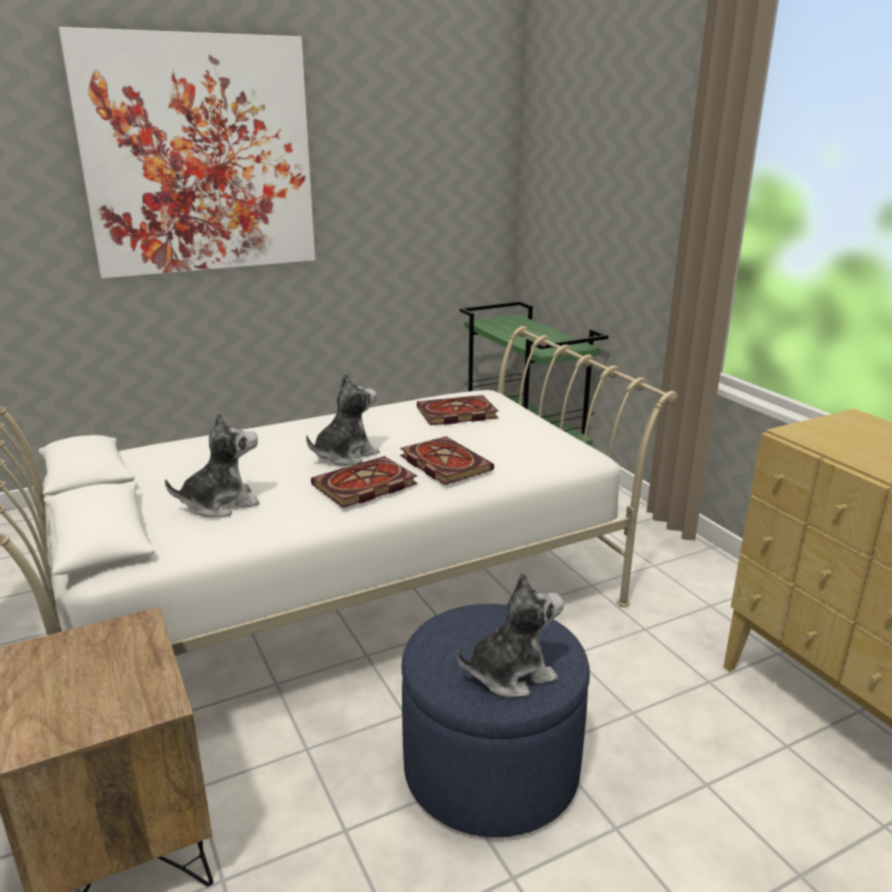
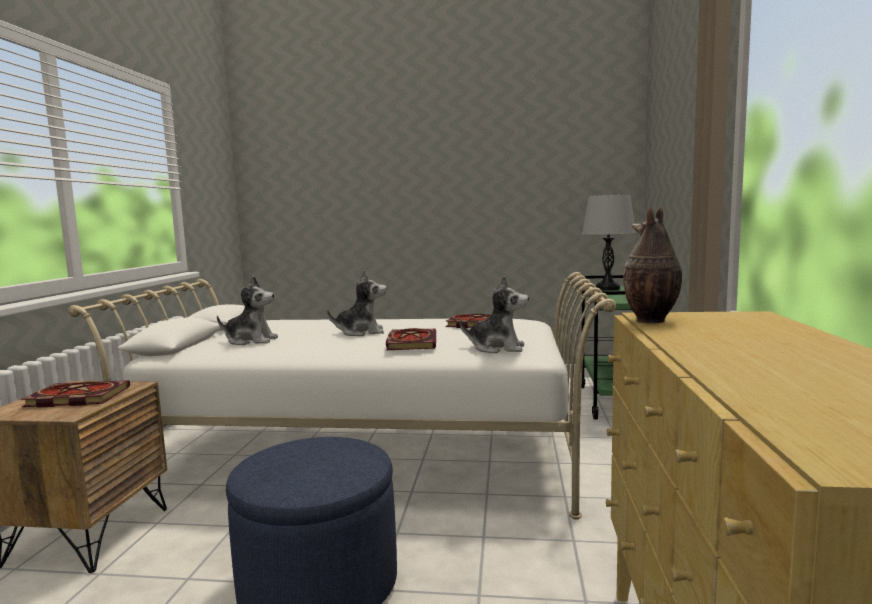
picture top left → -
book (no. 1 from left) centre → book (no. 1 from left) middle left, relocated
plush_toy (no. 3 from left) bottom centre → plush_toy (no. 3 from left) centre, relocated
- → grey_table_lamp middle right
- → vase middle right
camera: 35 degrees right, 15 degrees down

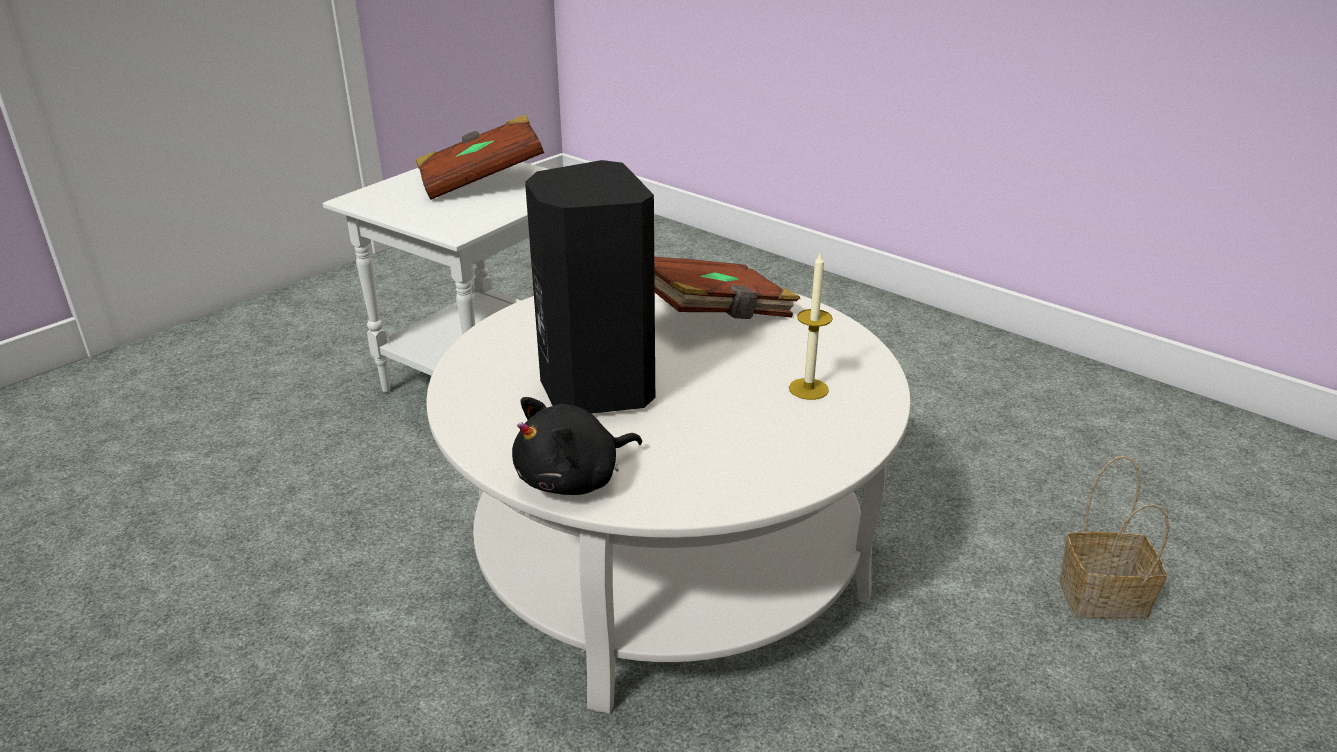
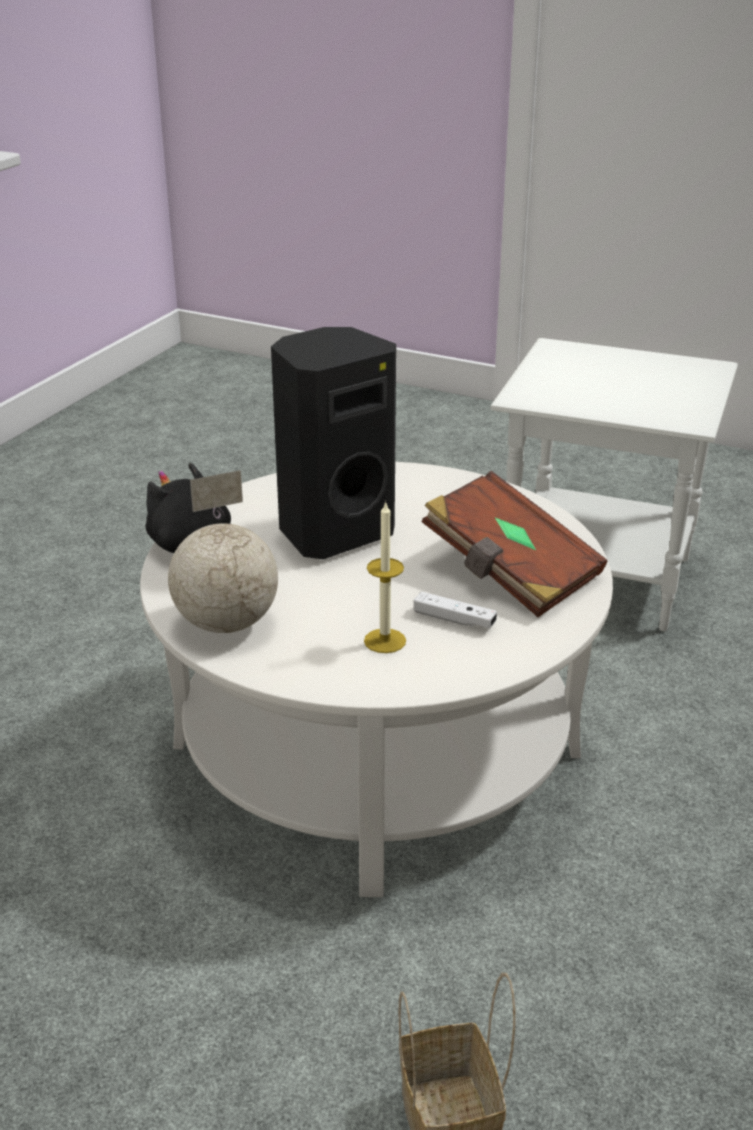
brown_book (no. 1 from left) top centre → -
- → globe middle left
- → white_game_controller centre
camera: 75 degrees right, 0 degrees up

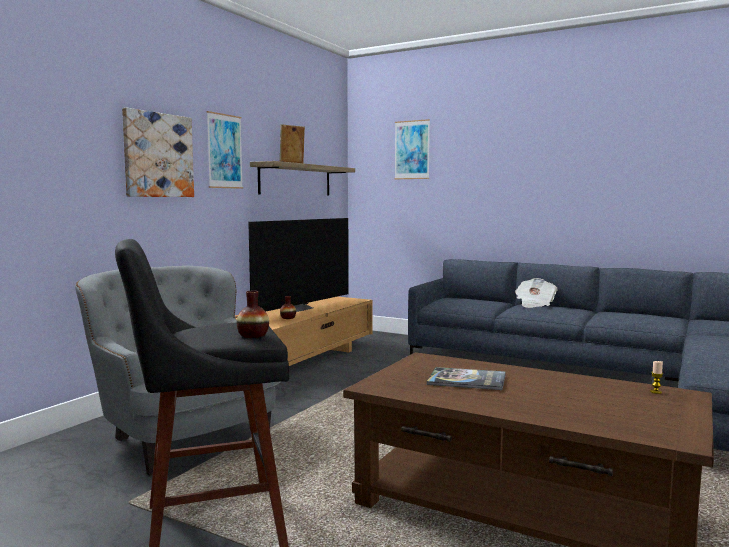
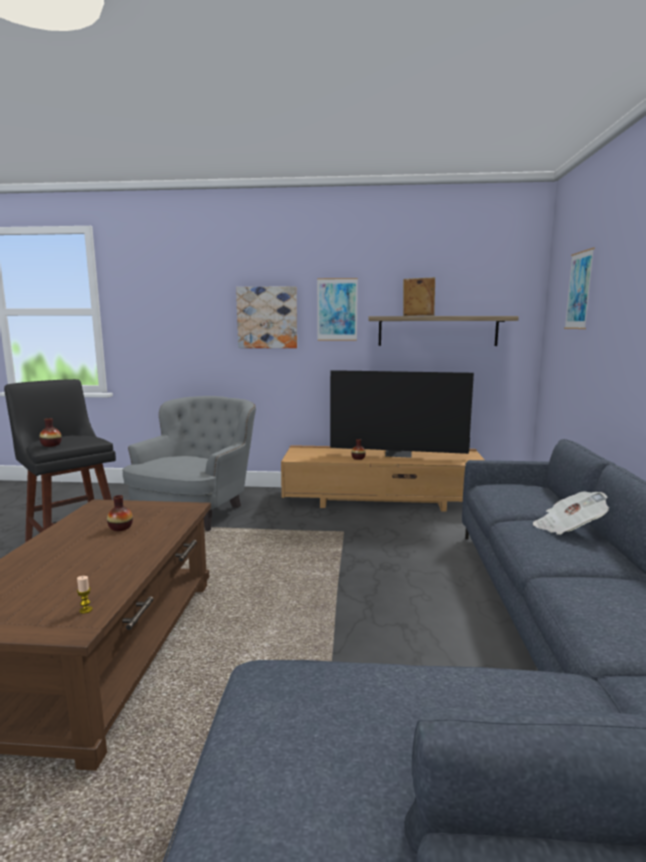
book bottom centre → vase (no. 2 from left) middle left
camera: 65 degrees right, 5 degrees up

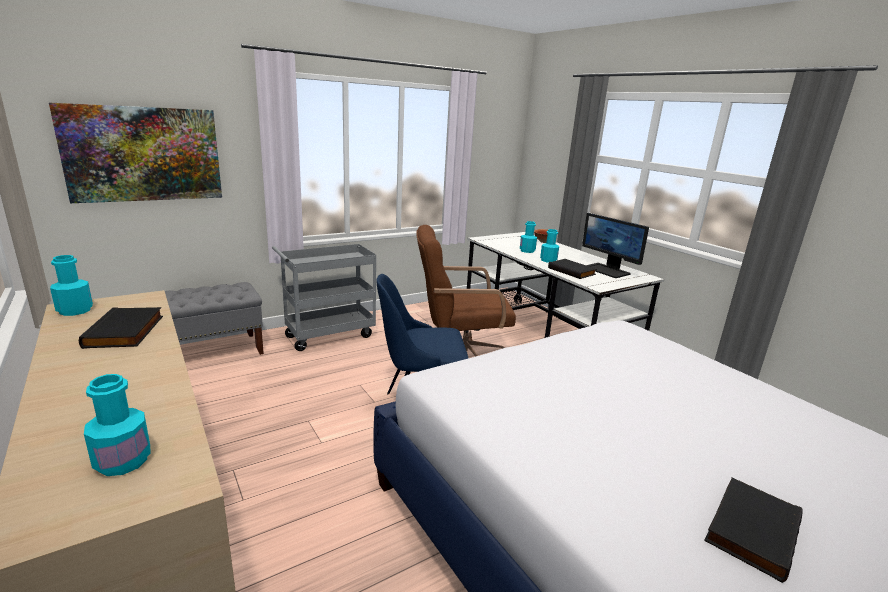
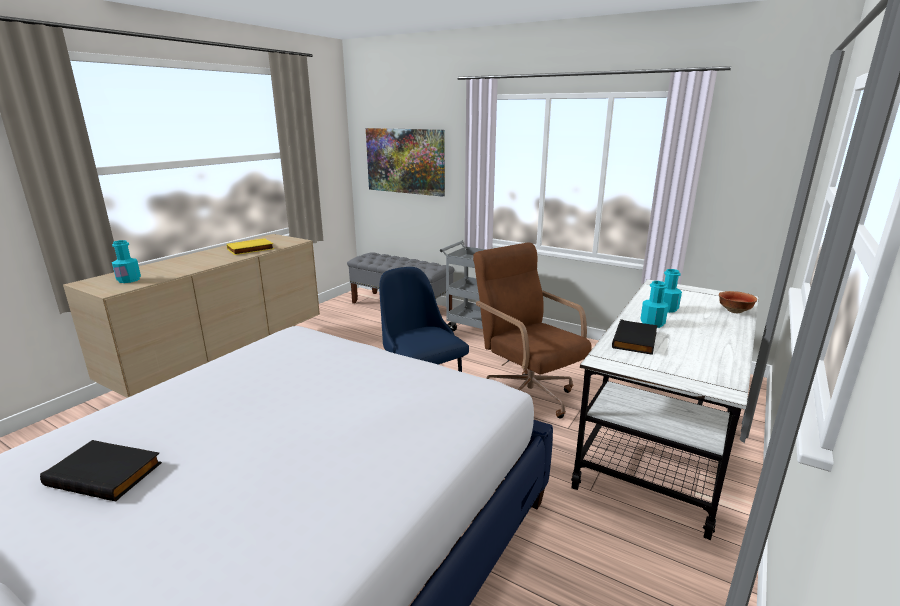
turquoise_bottle (no. 1 from left) middle left → -
black_book (no. 1 from left) middle left → yellow_book middle left
monitor middle right → -
camera: 65 degrees right, 0 degrees up

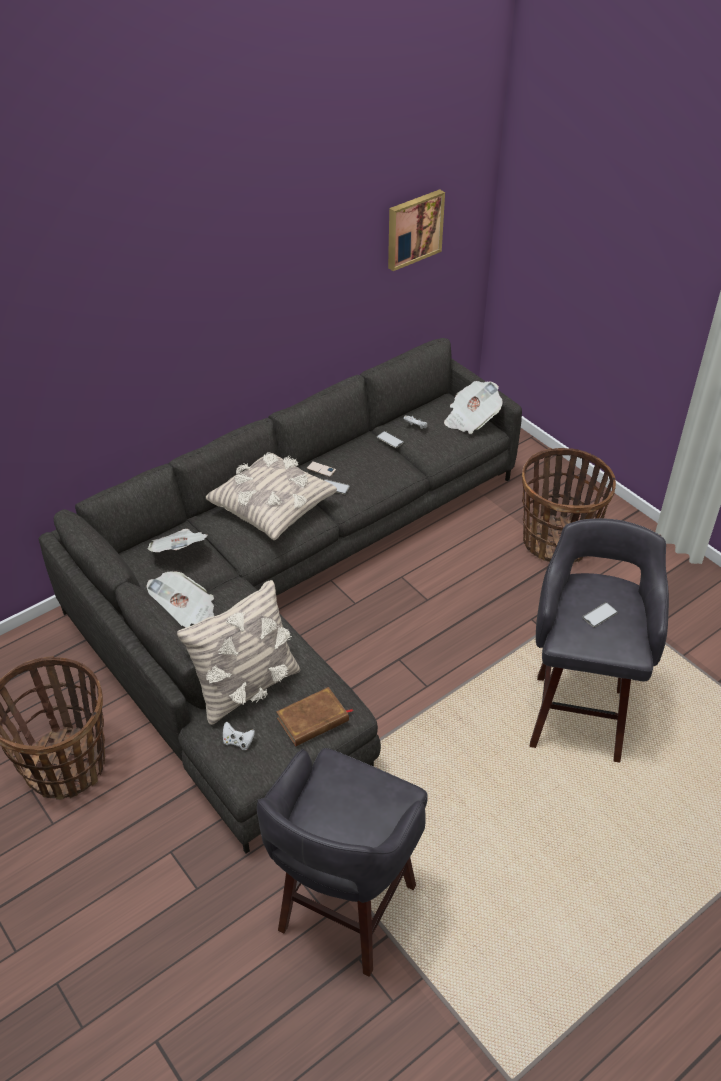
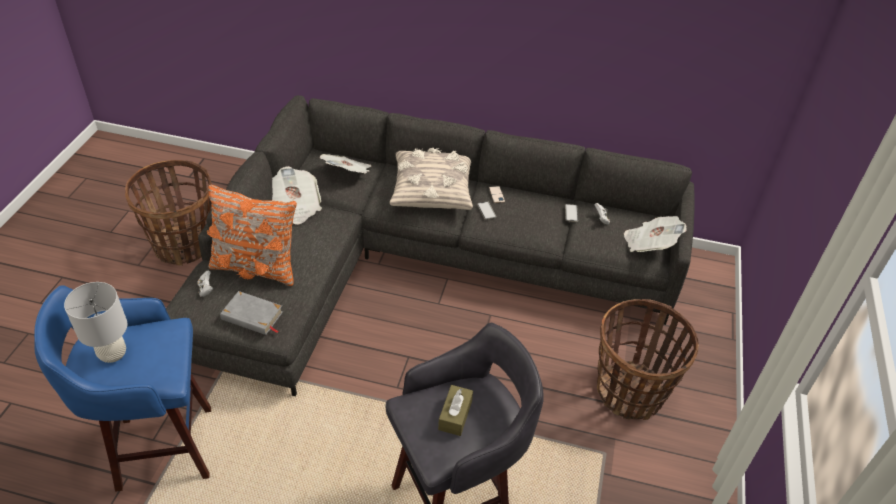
beige_pillow (no. 1 from left) middle left → orange_pillow middle left
grey_stool (no. 1 from left) bottom centre → blue_stool bottom left
brown_book centre → grey_book middle left
picture top centre → -
phone (no. 4 from left) middle right → brown_tissue_box bottom centre
- → grey_table_lamp middle left
camera: 50 degrees right, 0 degrees up

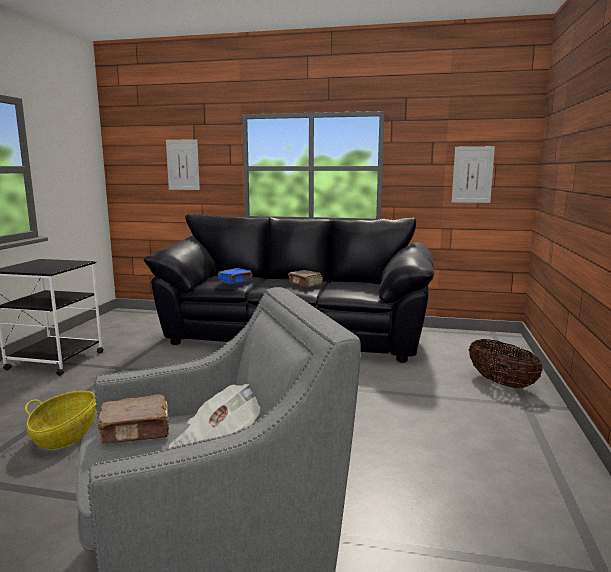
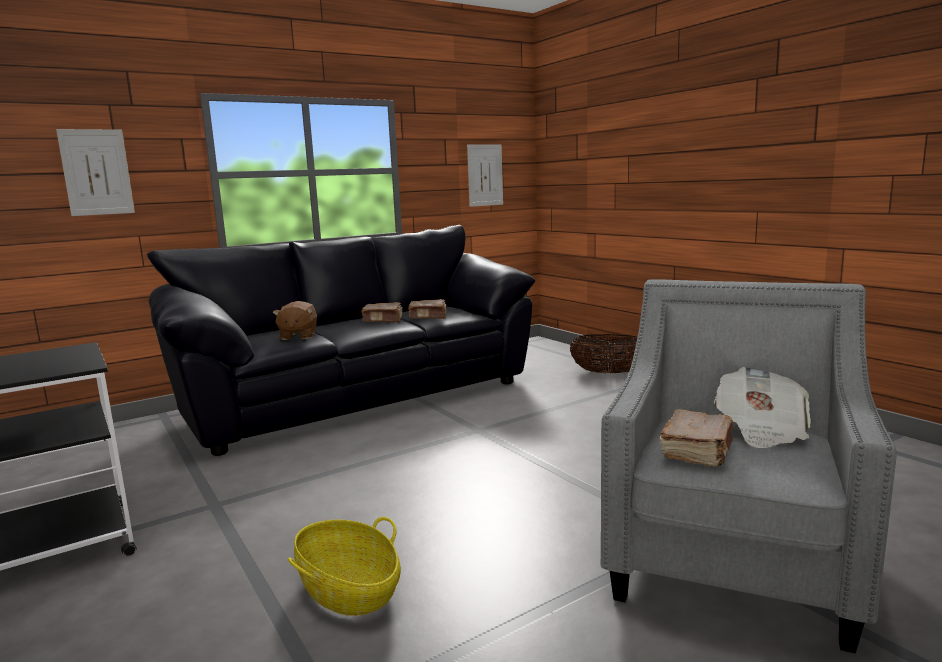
blue_book centre → brown_plush_toy middle left
- → brown_book (no. 2 from left) centre
camera: 45 degrees left, 0 degrees up

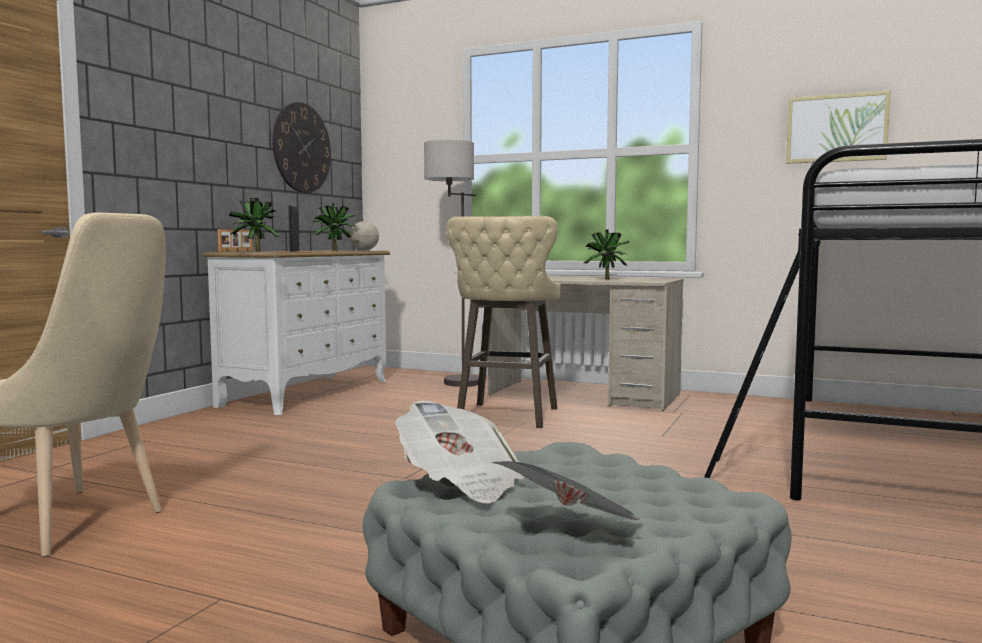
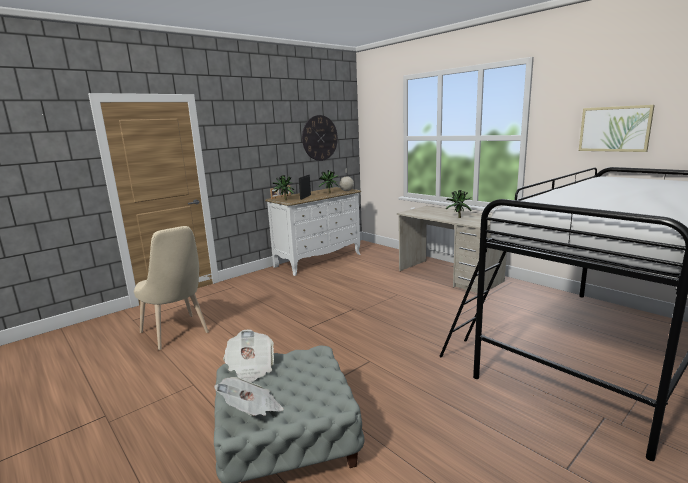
grey_floor_lamp centre → -
beige_stool centre → -
camera: 25 degrees right, 10 degrees up

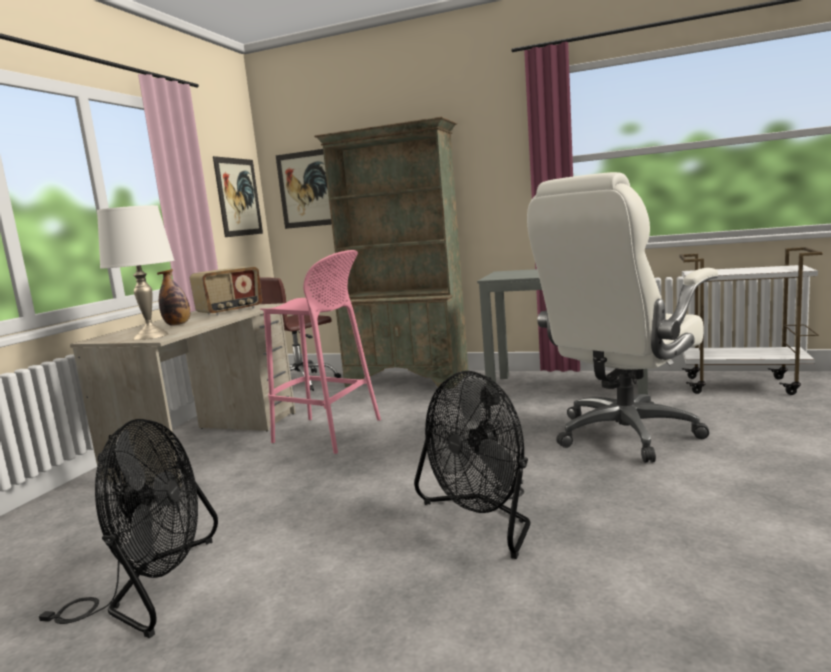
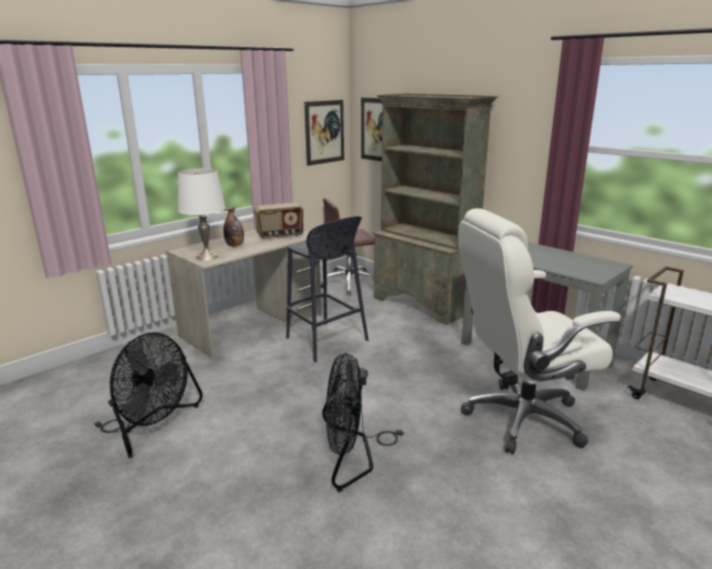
pink_stool centre → grey_stool centre
camera: 25 degrees right, 10 degrees up

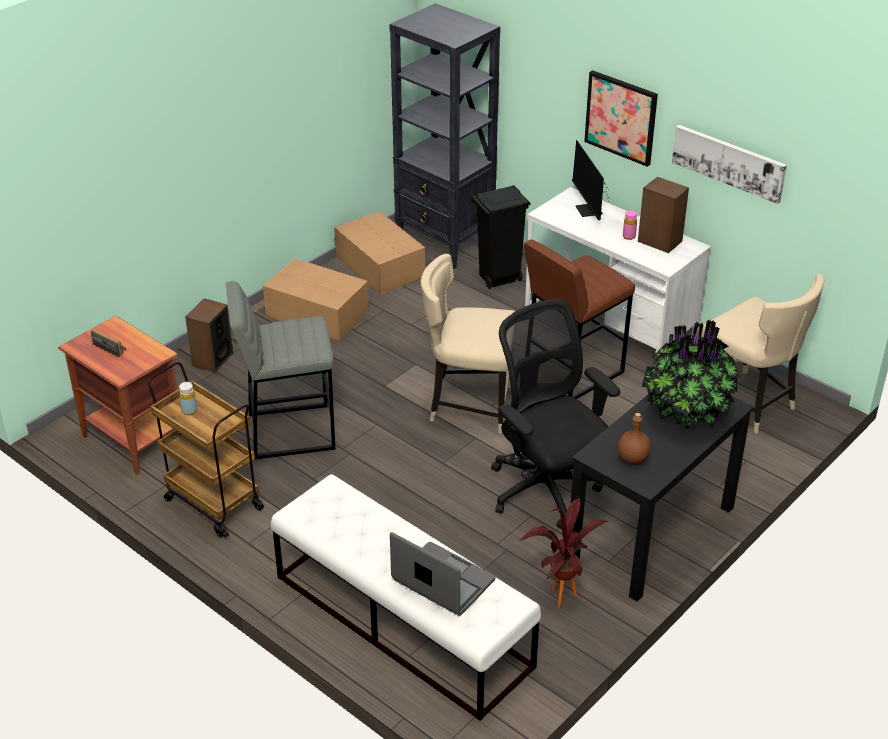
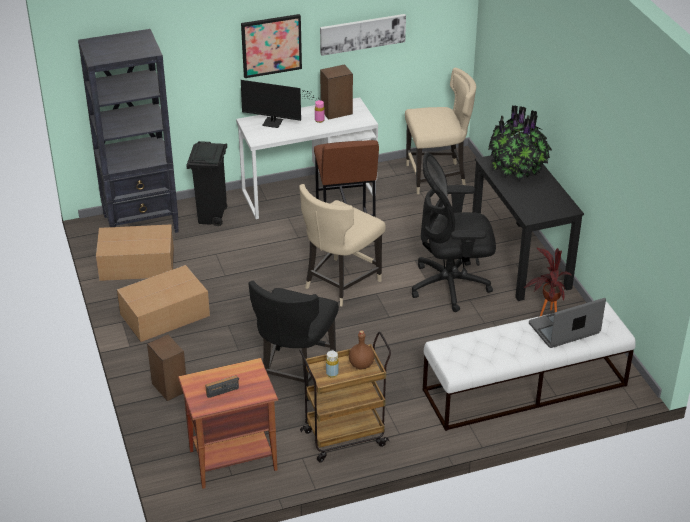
grey_stool middle left → black_chair centre
brown_bottle middle right → brown_bottle bottom centre, relocated
camera: 60 degrees left, 0 degrees up

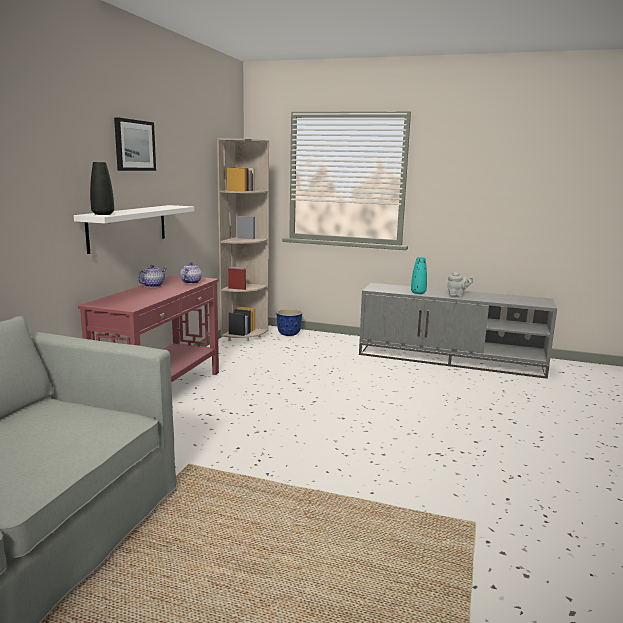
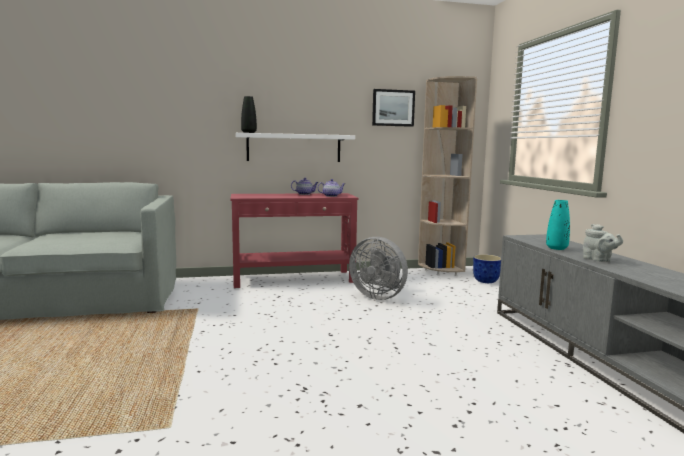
picture top left → picture top centre, relocated
- → grey_fan centre
camera: 60 degrees right, 5 degrees down

